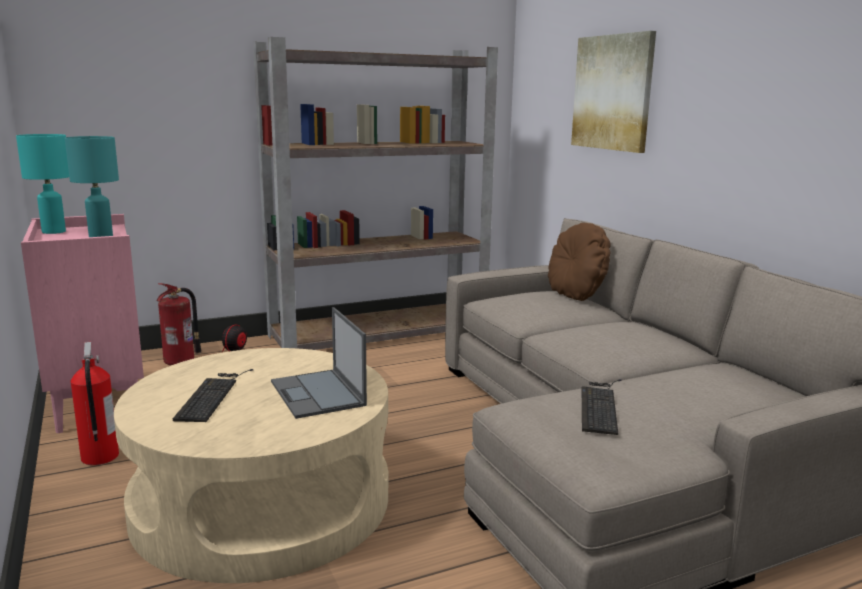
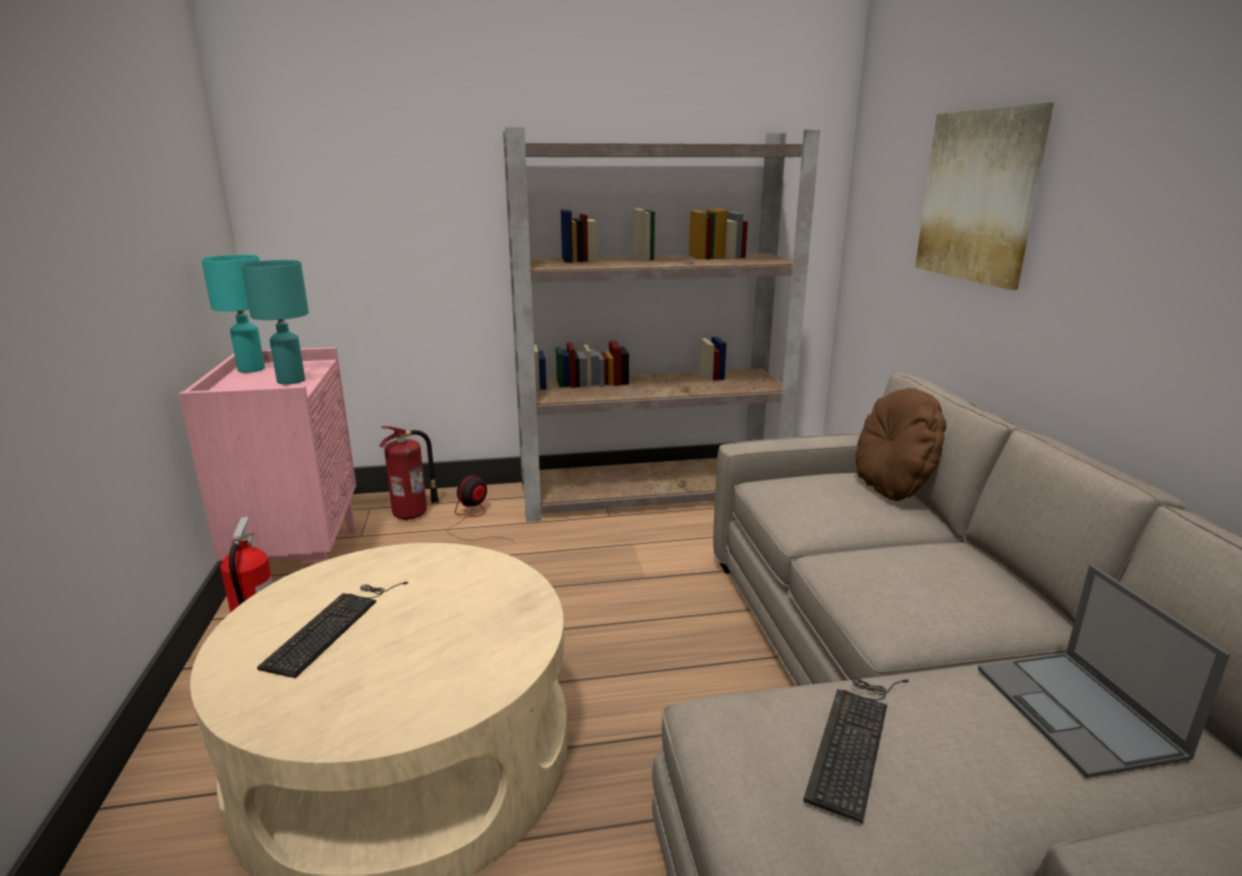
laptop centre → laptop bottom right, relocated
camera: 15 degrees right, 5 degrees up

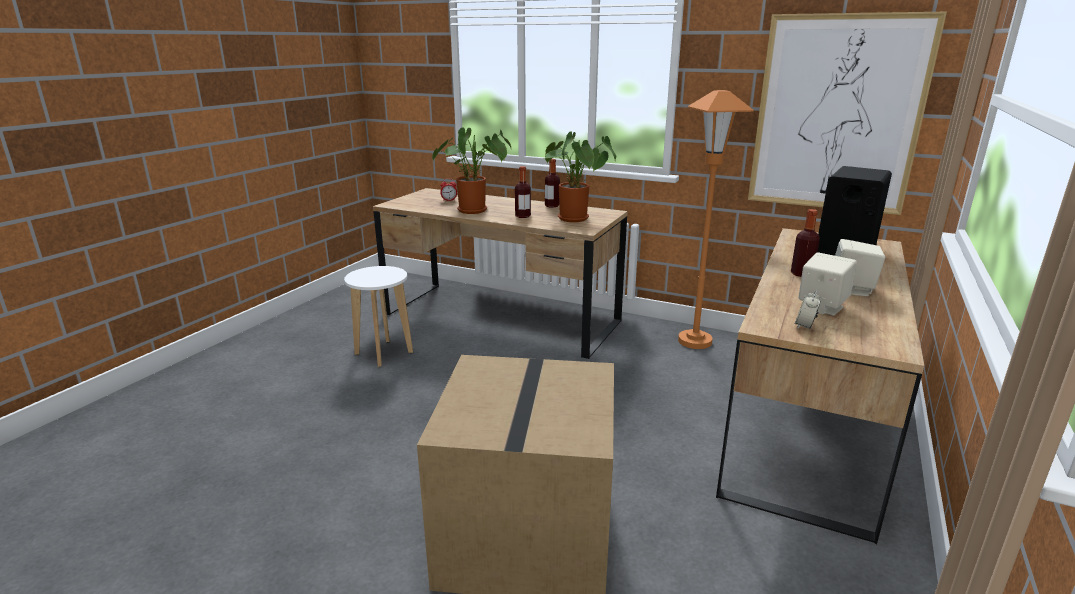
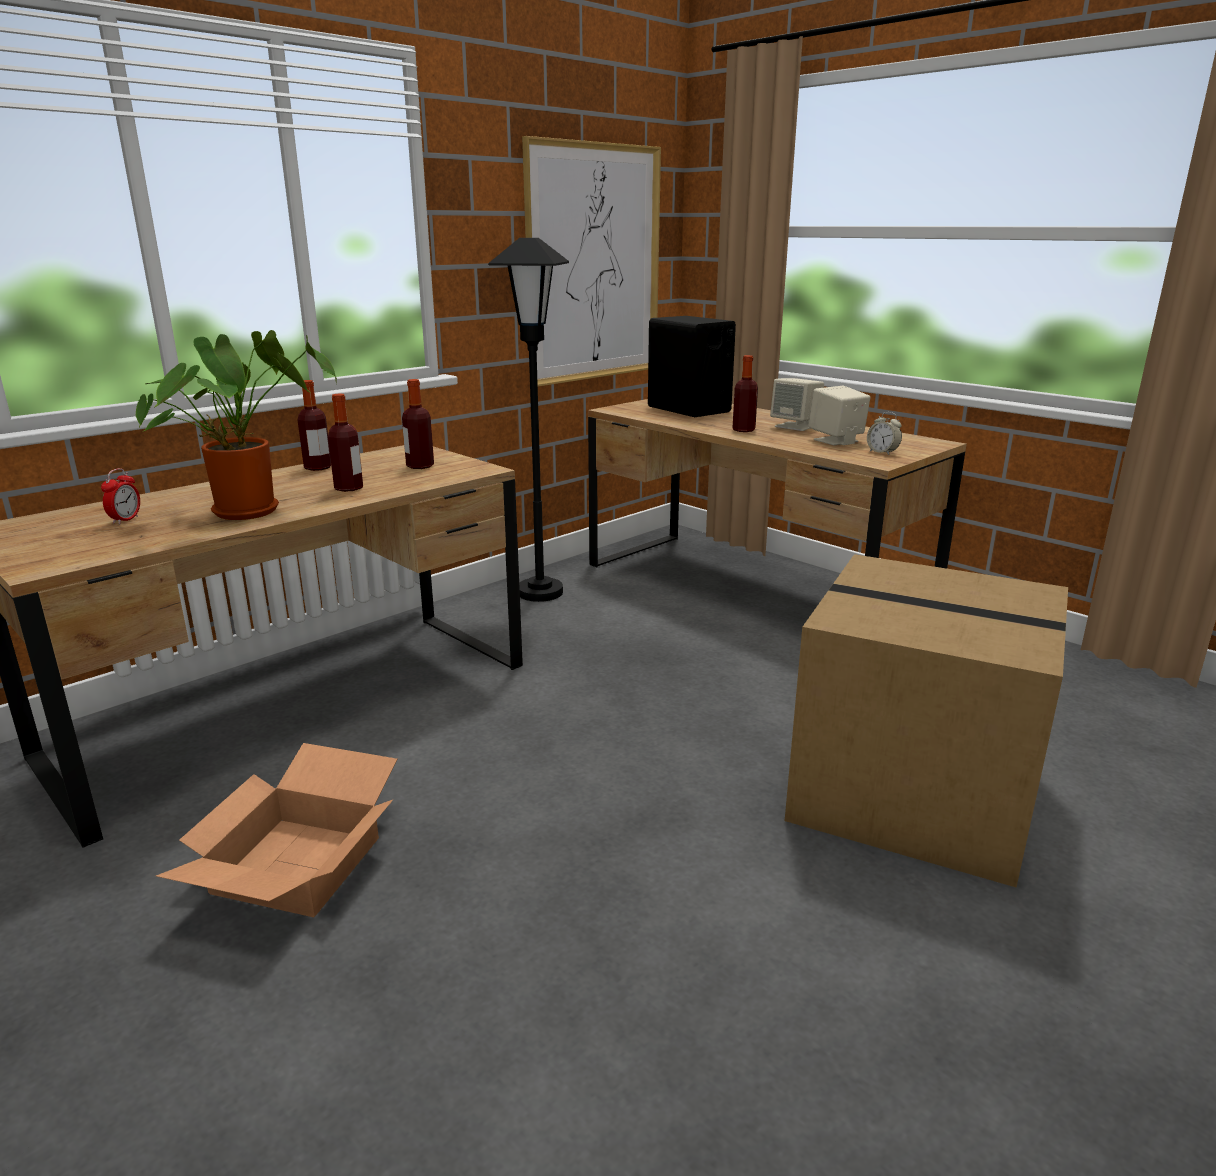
white_stool centre → cardboard_box (no. 1 from left) bottom left
potted_plant (no. 2 from left) top centre → bottle (no. 3 from left) centre
orange_floor_lamp centre → black_floor_lamp centre
camera: 70 degrees left, 0 degrees up

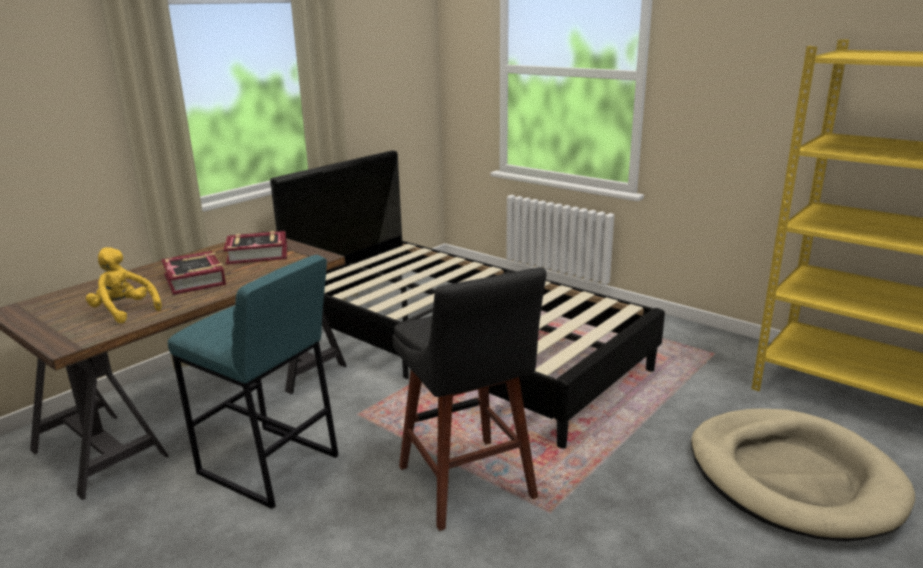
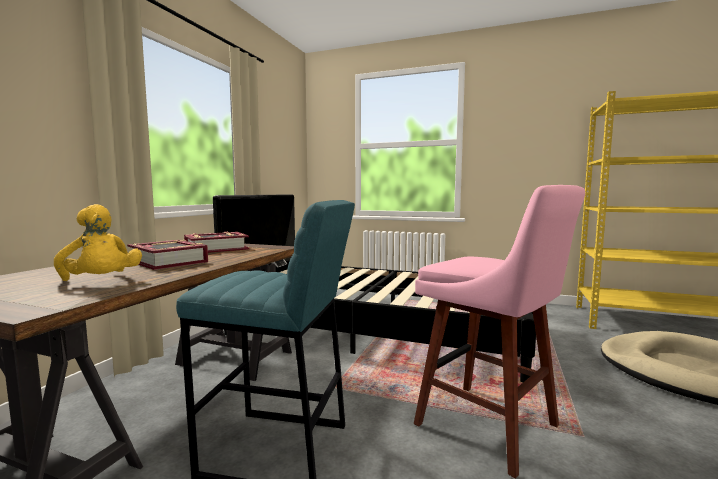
yellow_plush_toy middle left, 150 degrees counterclockwise
black_stool bottom centre → pink_stool bottom right
camera: 20 degrees left, 15 degrees down

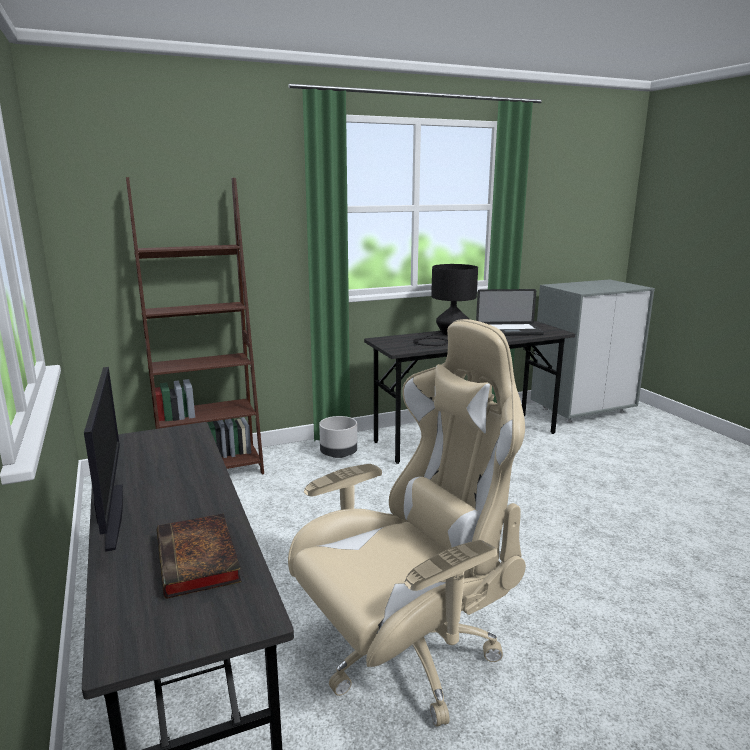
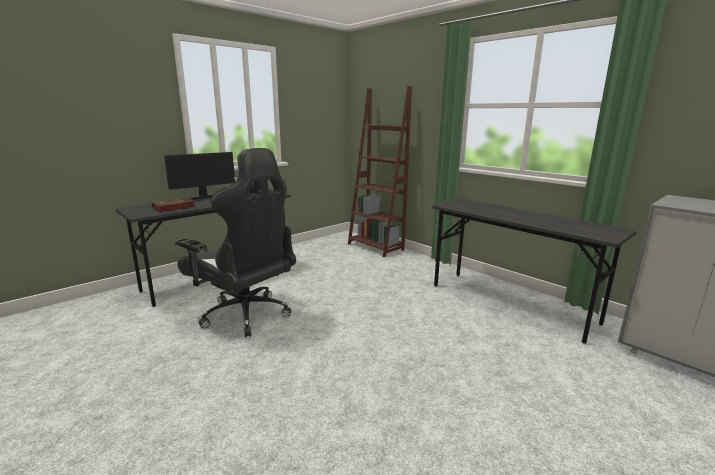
beige_office_chair bottom centre → black_office_chair middle left
grey_planter centre → -
black_table_lamp centre → -
laptop middle right → -
camera: 70 degrees right, 0 degrees up

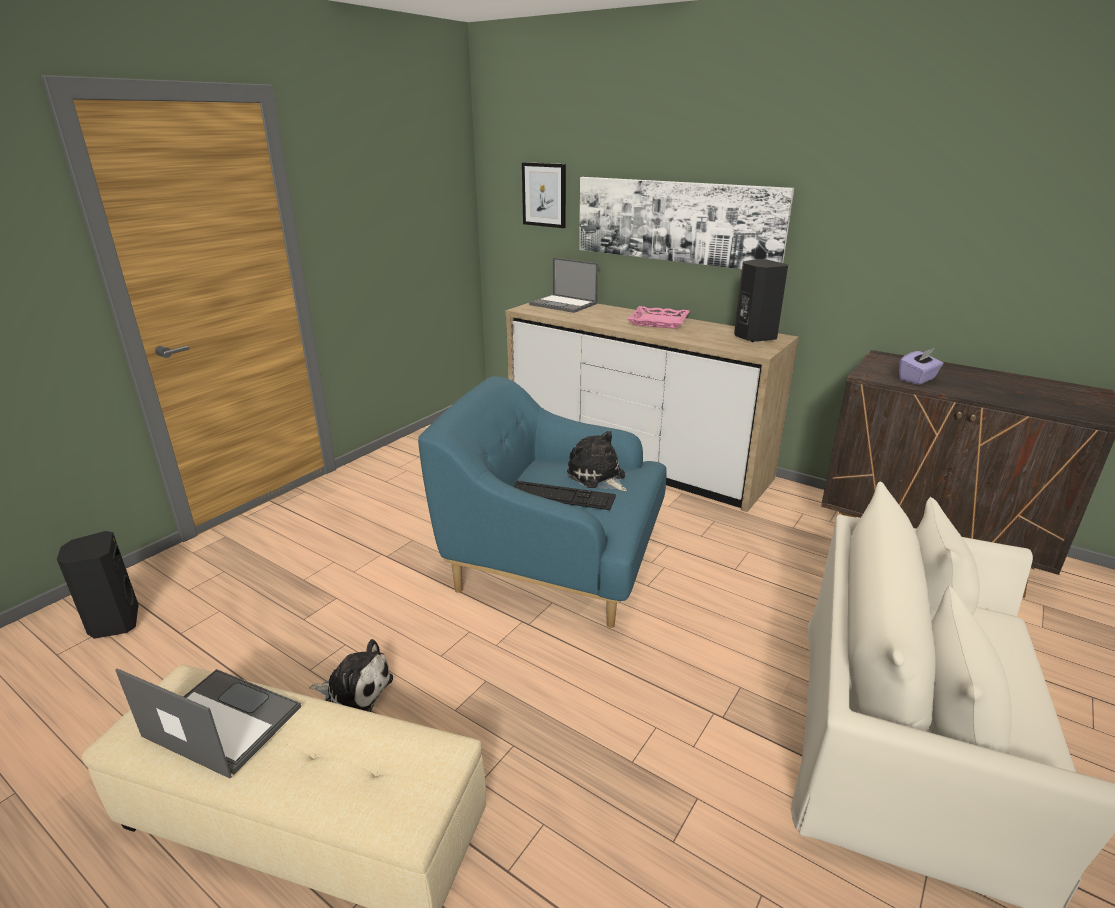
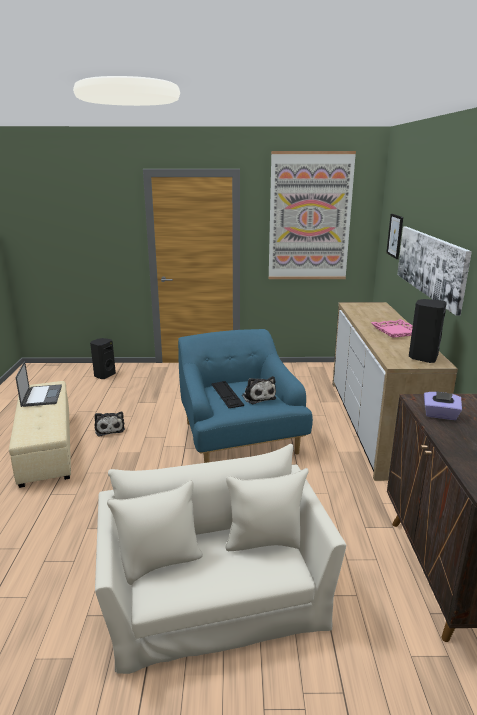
laptop (no. 2 from left) top centre → -
plush_toy (no. 2 from left) centre, 135 degrees clockwise
- → picture (no. 1 from left) top centre
camera: 55 degrees right, 5 degrees down

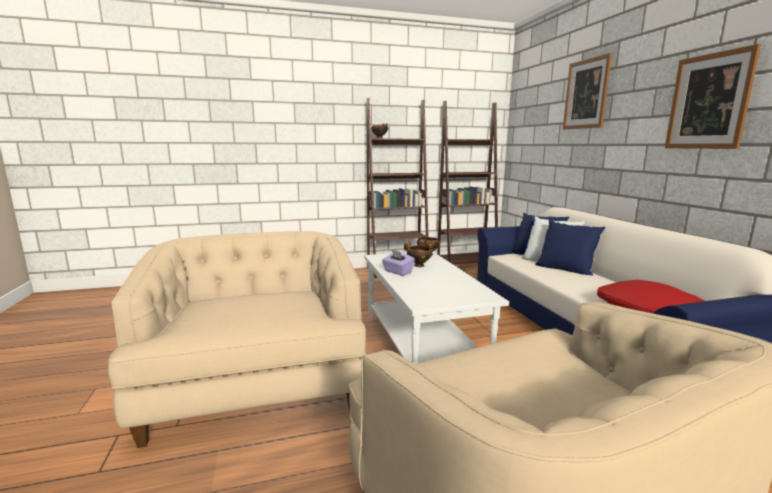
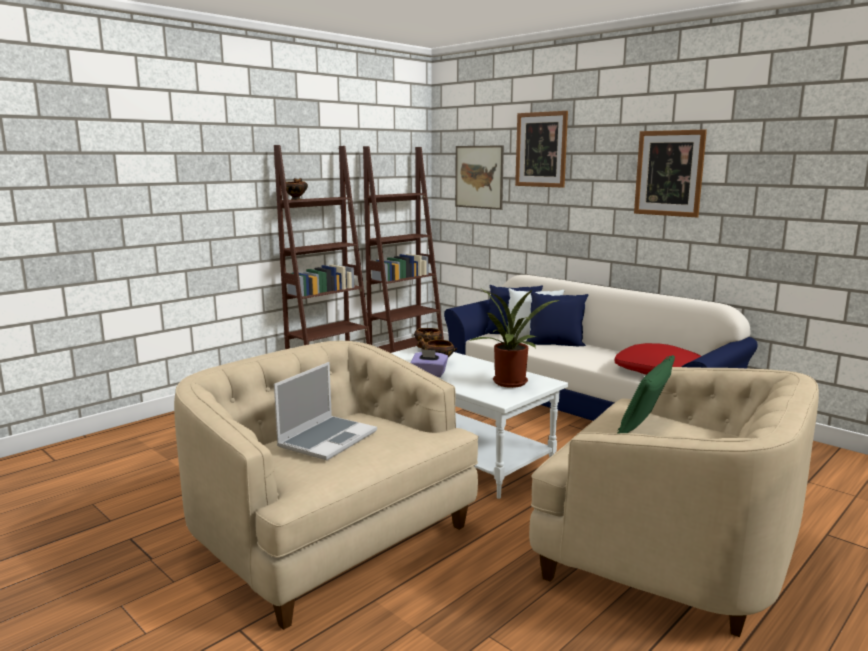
- → laptop centre
- → picture (no. 1 from left) top centre
- → potted_plant centre
- → green_pillow middle right
camera: 30 degrees left, 0 degrees up

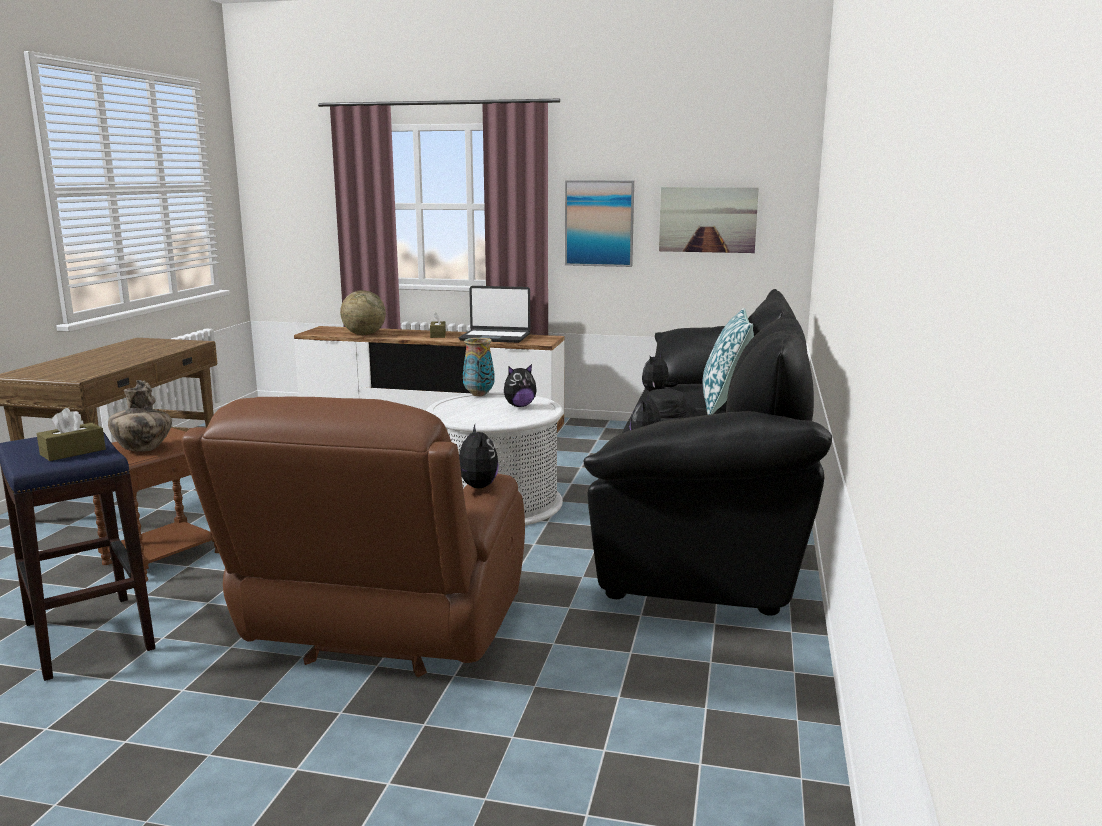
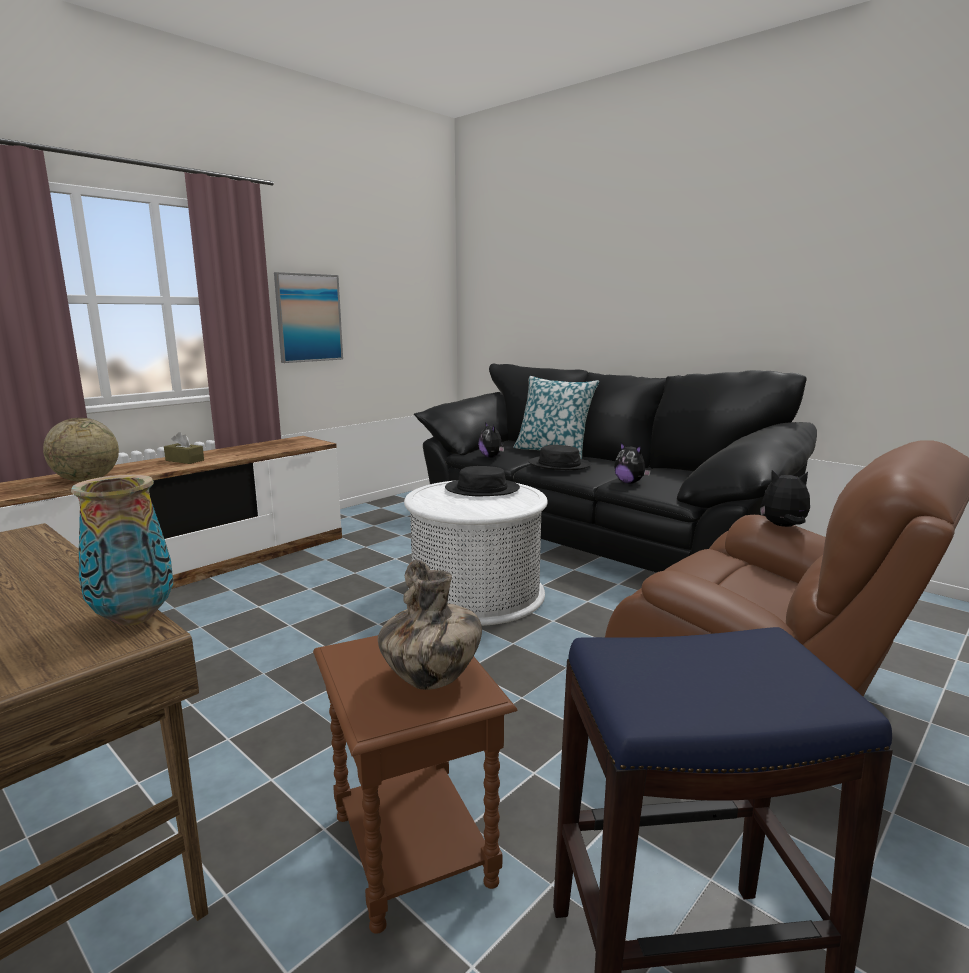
brown_tissue_box (no. 1 from left) middle left → -
laptop centre → -
vase (no. 2 from left in the first image) centre → vase (no. 1 from left) middle left, relocated
plush_toy (no. 2 from left) centre → black_hat (no. 1 from left) centre
picture (no. 2 from left) top centre → -
camera: 60 degrees left, 0 degrees up

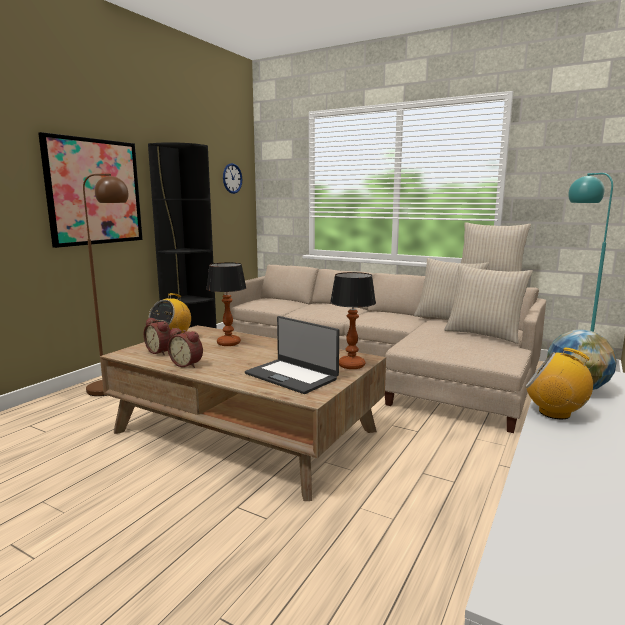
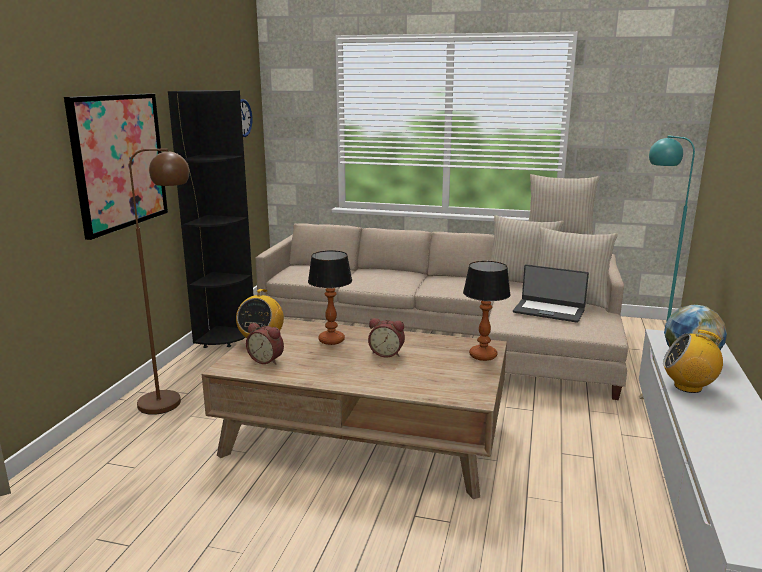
alarm_clock (no. 2 from left) middle left → alarm_clock (no. 2 from left) centre, relocated
laptop centre → laptop middle right, relocated
camera: 15 degrees left, 5 degrees up

